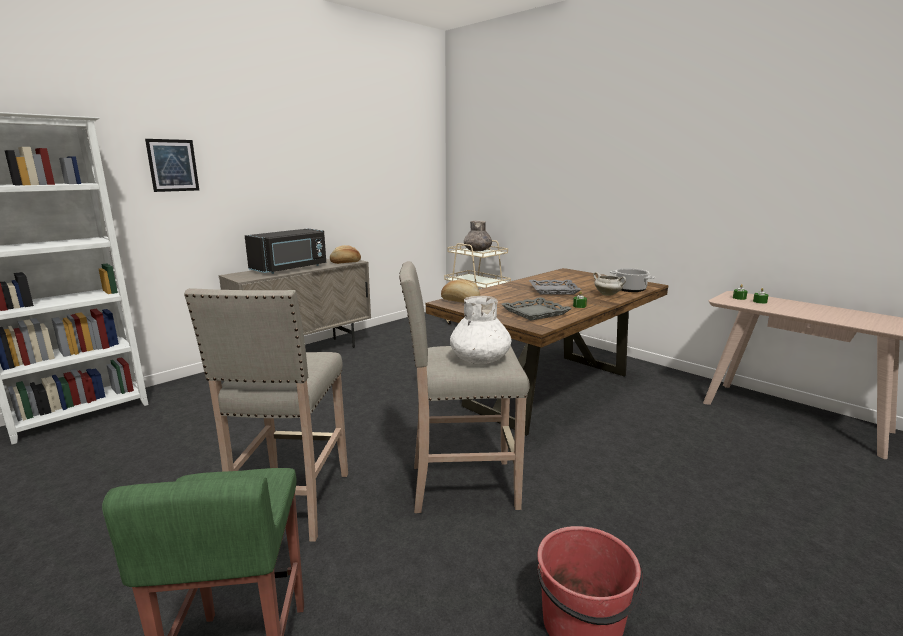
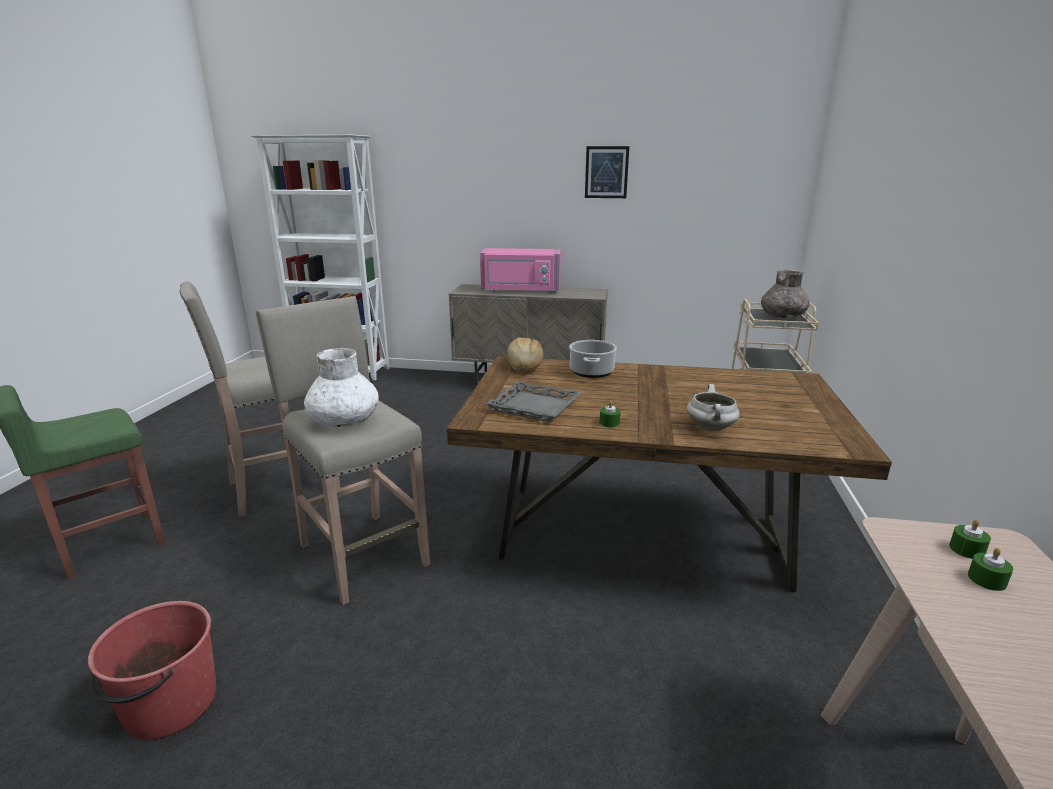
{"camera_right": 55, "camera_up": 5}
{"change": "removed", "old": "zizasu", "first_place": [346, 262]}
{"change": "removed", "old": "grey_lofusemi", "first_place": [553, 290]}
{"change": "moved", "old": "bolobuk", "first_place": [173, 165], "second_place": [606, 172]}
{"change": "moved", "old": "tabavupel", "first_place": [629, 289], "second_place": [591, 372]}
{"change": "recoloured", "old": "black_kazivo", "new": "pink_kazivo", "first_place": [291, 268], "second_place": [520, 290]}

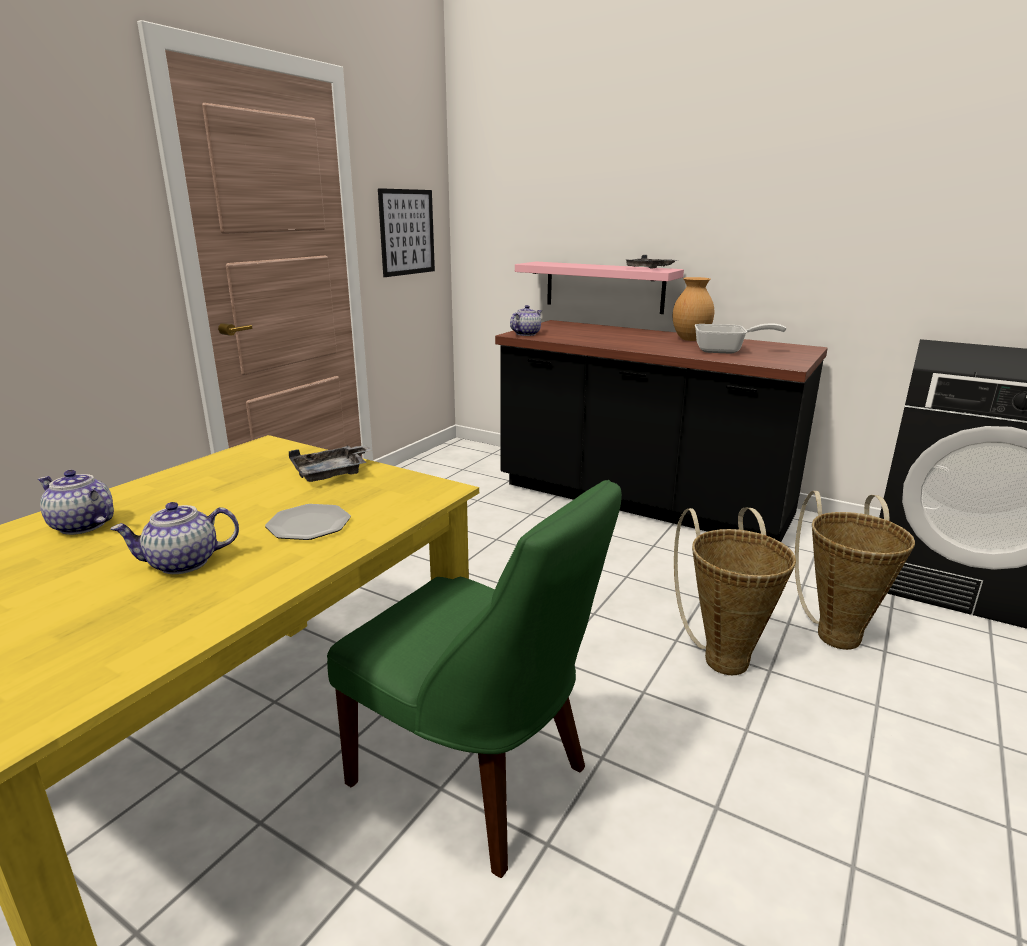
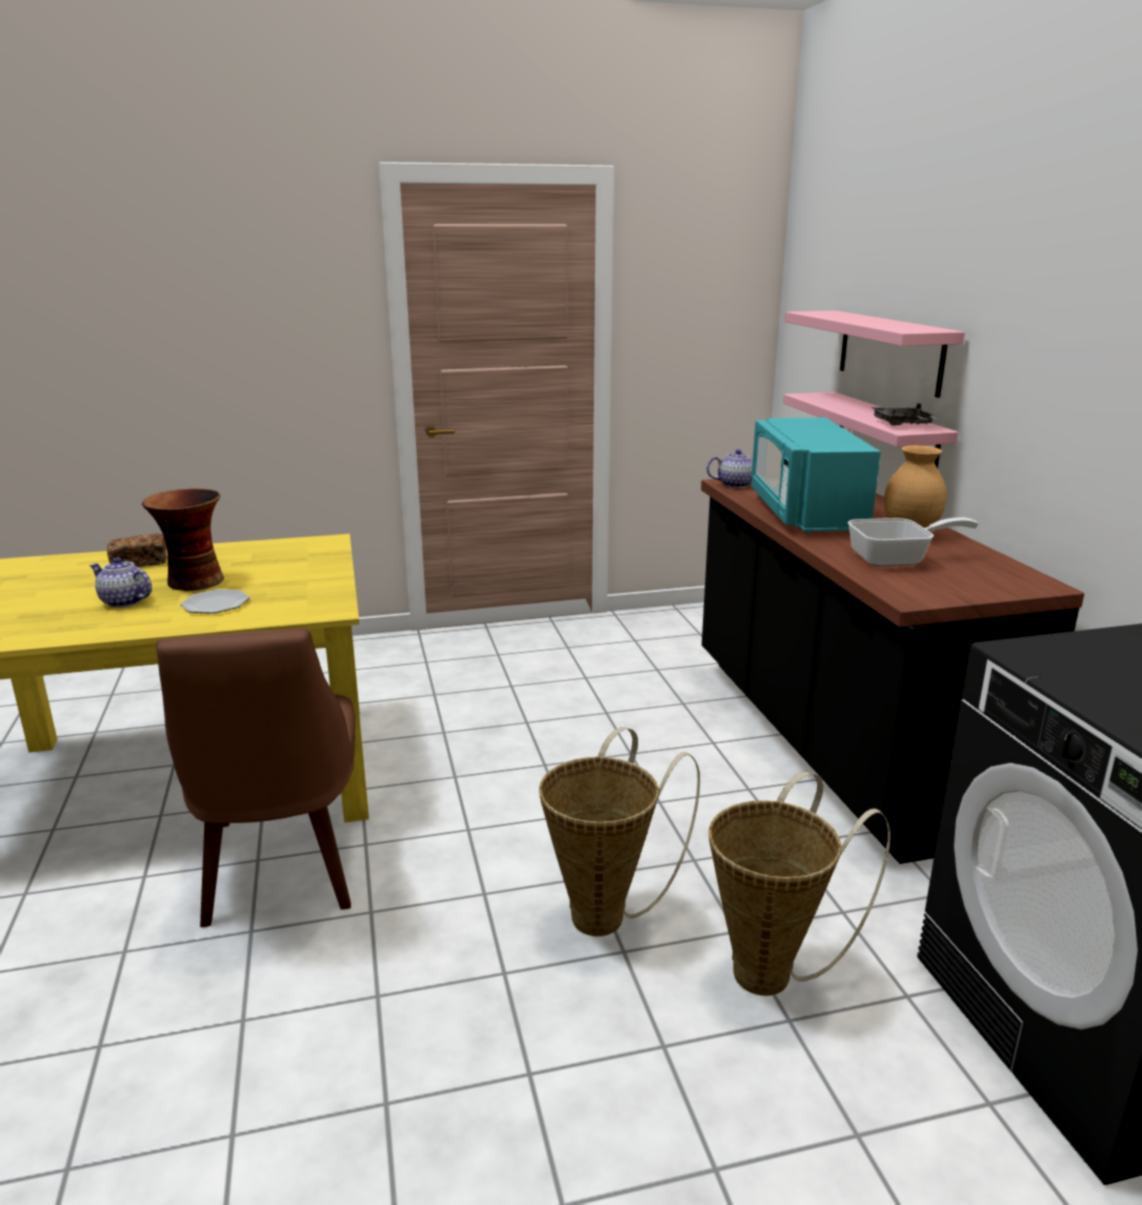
{"camera_right": 45, "camera_up": 0}
{"change": "removed", "old": "grey_lofusemi", "first_place": [332, 473]}
{"change": "removed", "old": "bolobuk", "first_place": [407, 232]}
{"change": "added", "new": "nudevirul", "second_place": [193, 582]}
{"change": "added", "new": "turquoise_kazivo", "second_place": [805, 513]}
{"change": "added", "new": "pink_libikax", "second_place": [890, 351]}
{"change": "replaced", "old": "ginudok", "new": "zizasu", "first_place": [81, 525], "second_place": [139, 563]}
{"change": "recoloured", "old": "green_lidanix", "new": "brown_lidanix", "first_place": [477, 779], "second_place": [282, 869]}
{"change": "turned", "old": "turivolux", "first_place": [725, 351], "second_place": [897, 559], "degrees": -60}

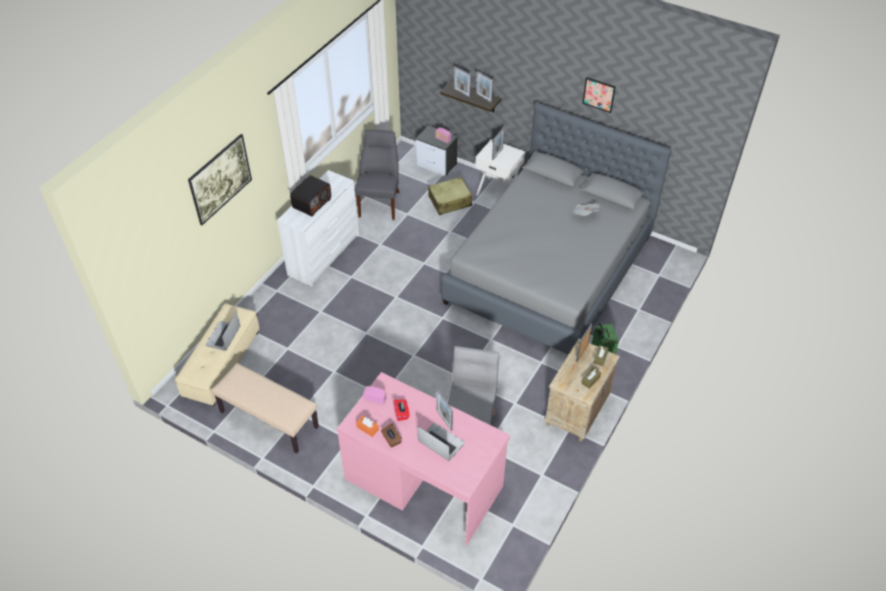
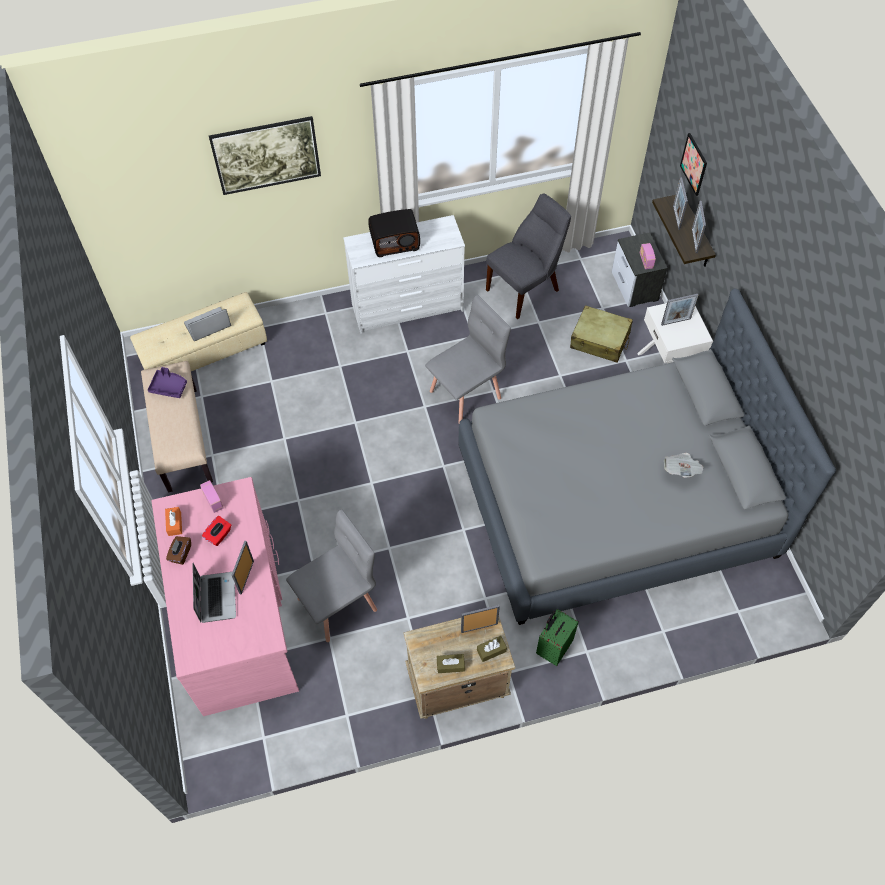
{"camera_right": 45, "camera_up": 10}
{"change": "added", "new": "purple_lofusemi", "second_place": [169, 387]}
{"change": "added", "new": "grey_lidanix", "second_place": [466, 394]}
{"change": "moved", "old": "bolobuk", "first_place": [599, 94], "second_place": [694, 164]}

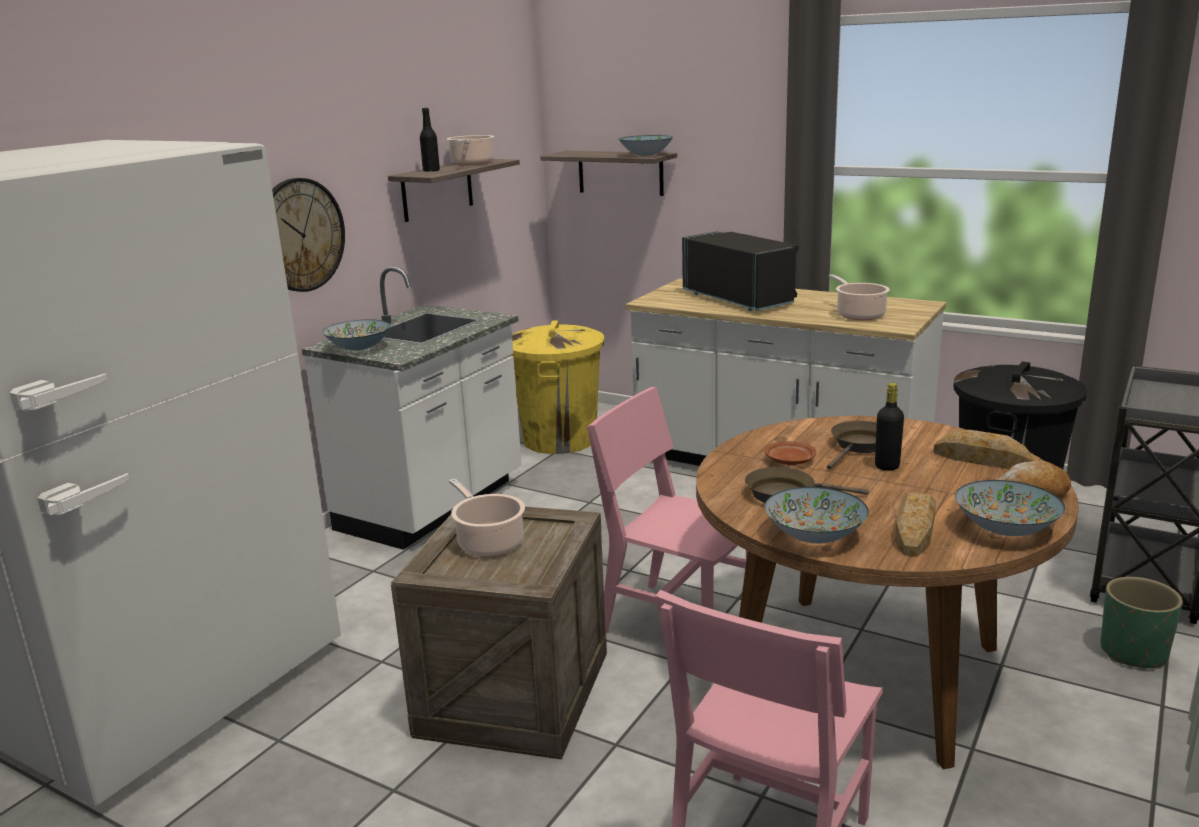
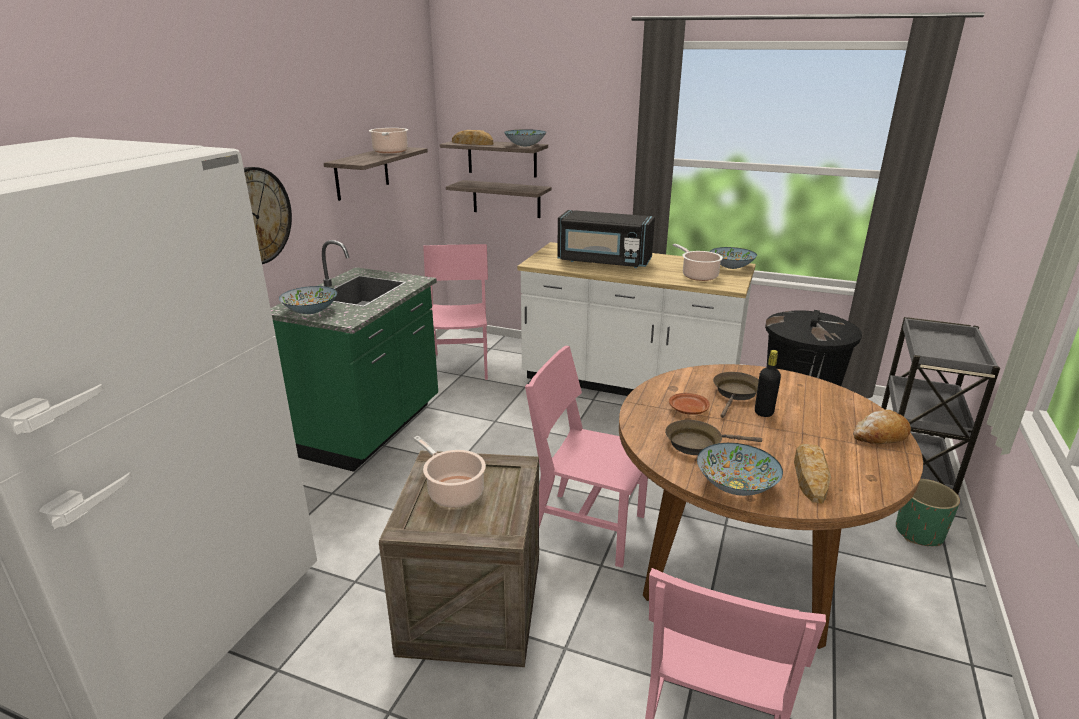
{"camera_right": -10, "camera_up": 5}
{"change": "removed", "old": "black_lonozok", "first_place": [431, 171]}
{"change": "added", "new": "libikax", "second_place": [506, 199]}
{"change": "moved", "old": "zizasu", "first_place": [981, 459], "second_place": [472, 143]}
{"change": "moved", "old": "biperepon", "first_place": [1005, 529], "second_place": [731, 267]}
{"change": "replaced", "old": "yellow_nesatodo", "new": "pink_lidanix", "first_place": [560, 439], "second_place": [460, 366]}
{"change": "recoloured", "old": "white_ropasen", "new": "green_ropasen", "first_place": [433, 506], "second_place": [371, 430]}
{"change": "turned", "old": "black_kazivo", "first_place": [739, 299], "second_place": [603, 261], "degrees": 150}

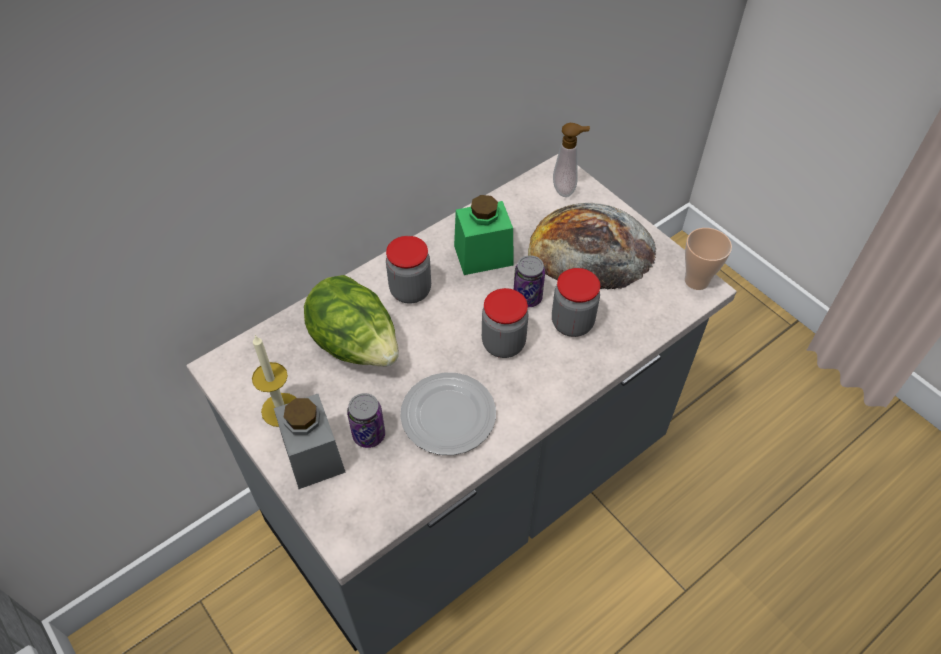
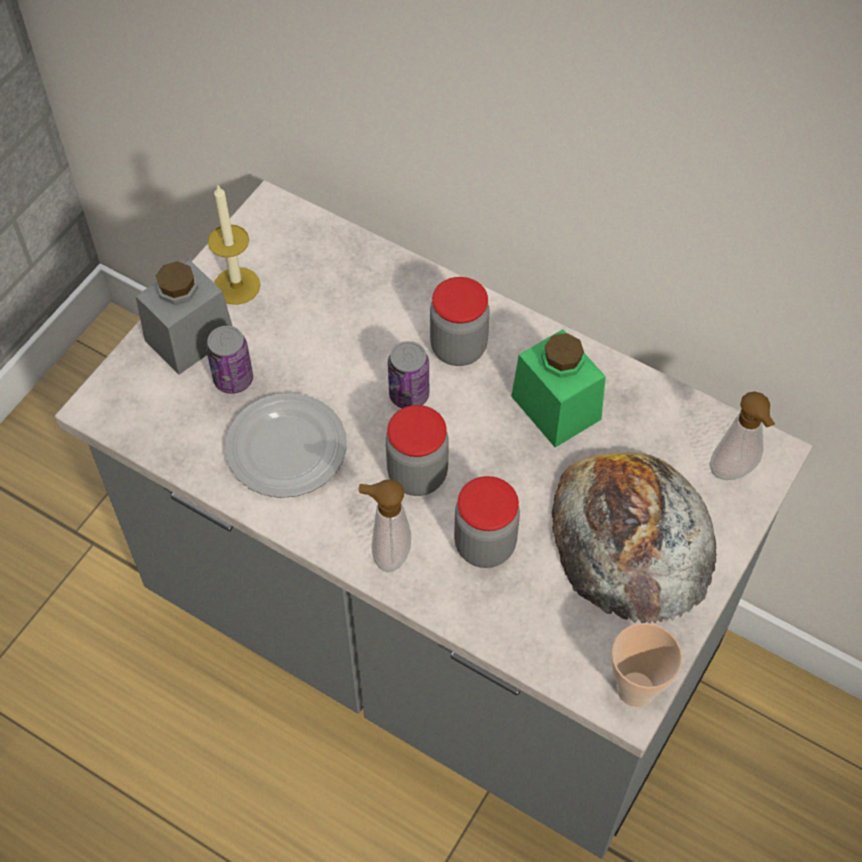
{"camera_right": 70, "camera_up": 5}
{"change": "removed", "old": "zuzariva", "first_place": [356, 345]}
{"change": "added", "new": "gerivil", "second_place": [387, 552]}
{"change": "moved", "old": "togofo", "first_place": [527, 297], "second_place": [409, 394]}

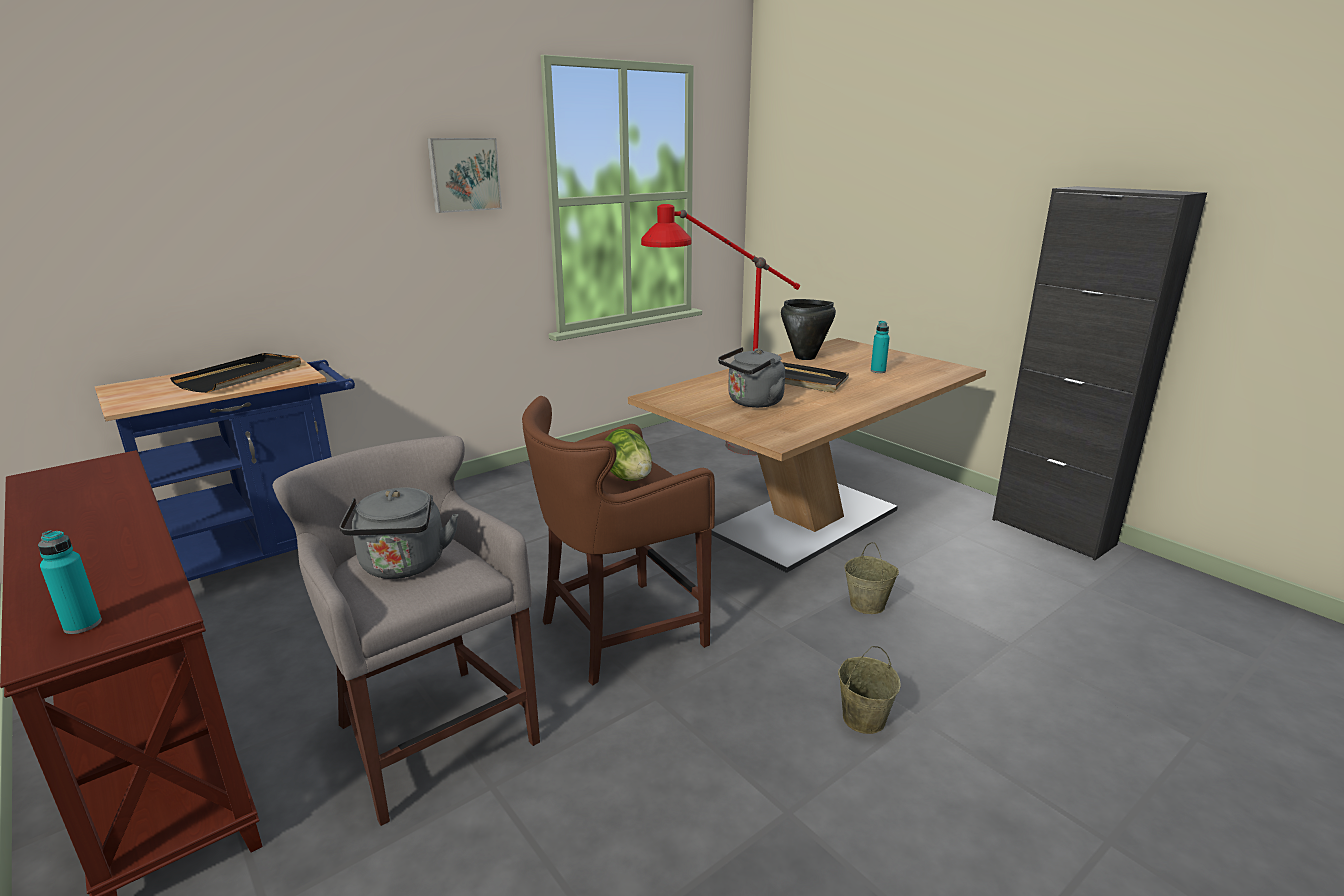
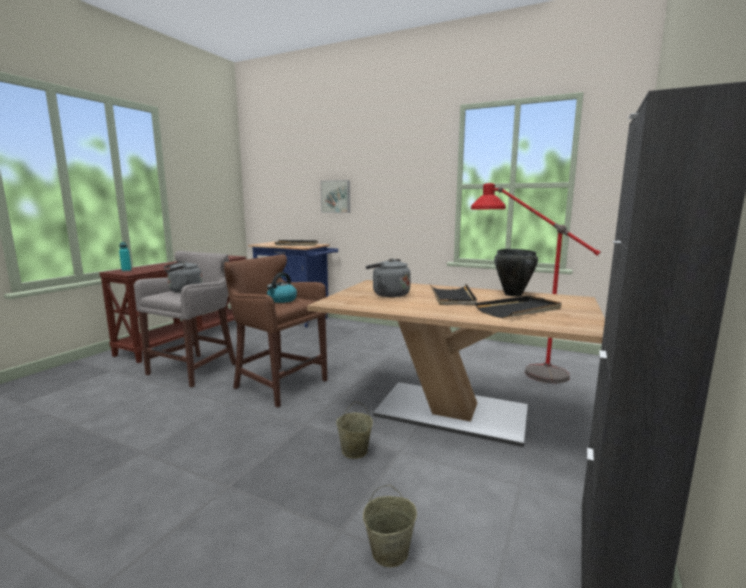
{"camera_right": 65, "camera_up": -10}
{"change": "moved", "old": "bolobuk", "first_place": [464, 174], "second_place": [336, 196]}
{"change": "moved", "old": "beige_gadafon", "first_place": [863, 718], "second_place": [390, 551]}
{"change": "replaced", "old": "zuzariva", "new": "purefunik", "first_place": [628, 477], "second_place": [282, 300]}
{"change": "replaced", "old": "turquoise_lonozok", "new": "black_lofusemi", "first_place": [878, 371], "second_place": [519, 310]}

